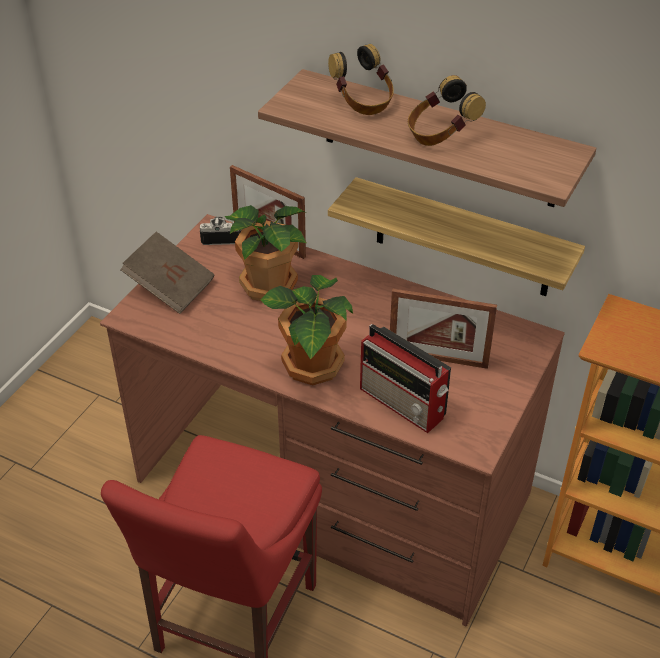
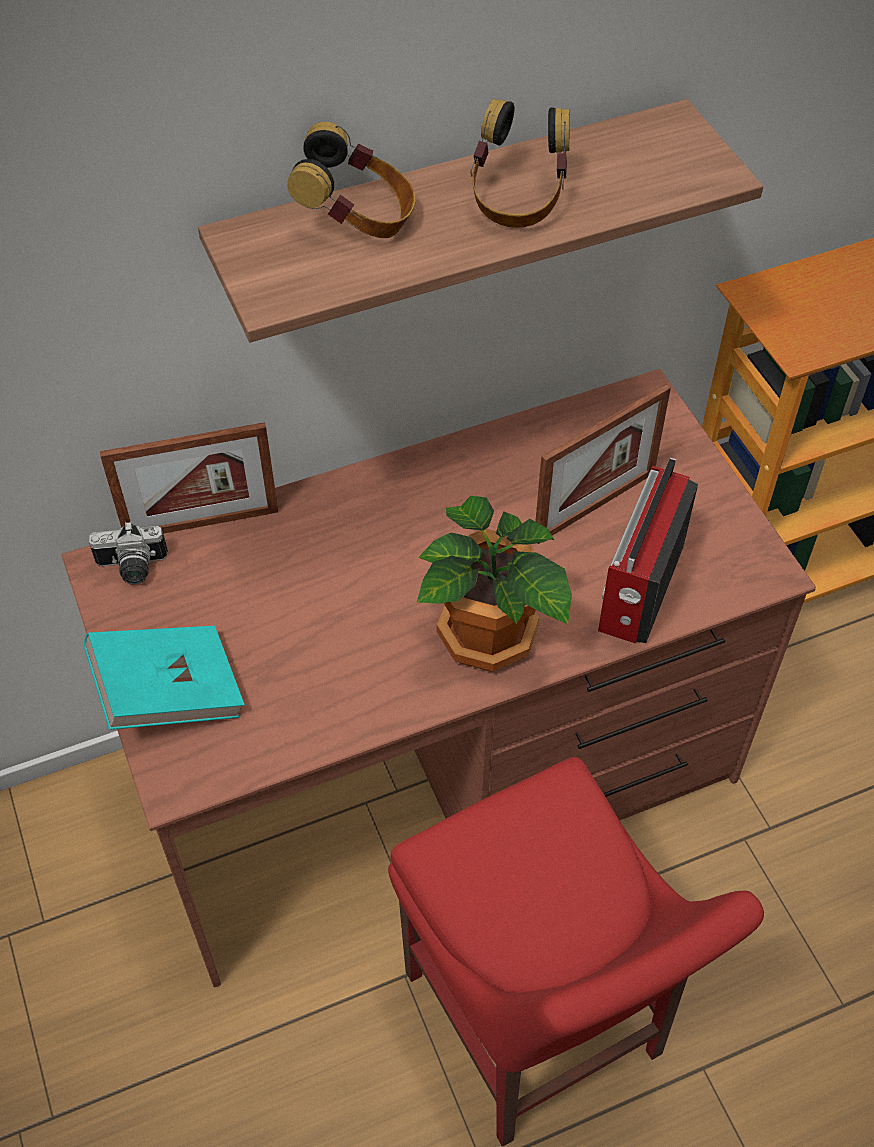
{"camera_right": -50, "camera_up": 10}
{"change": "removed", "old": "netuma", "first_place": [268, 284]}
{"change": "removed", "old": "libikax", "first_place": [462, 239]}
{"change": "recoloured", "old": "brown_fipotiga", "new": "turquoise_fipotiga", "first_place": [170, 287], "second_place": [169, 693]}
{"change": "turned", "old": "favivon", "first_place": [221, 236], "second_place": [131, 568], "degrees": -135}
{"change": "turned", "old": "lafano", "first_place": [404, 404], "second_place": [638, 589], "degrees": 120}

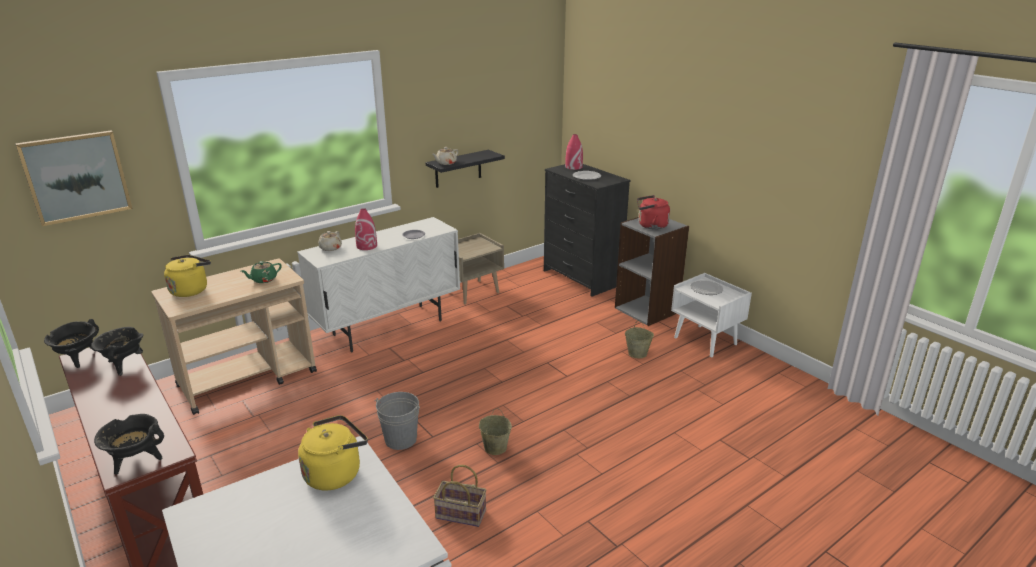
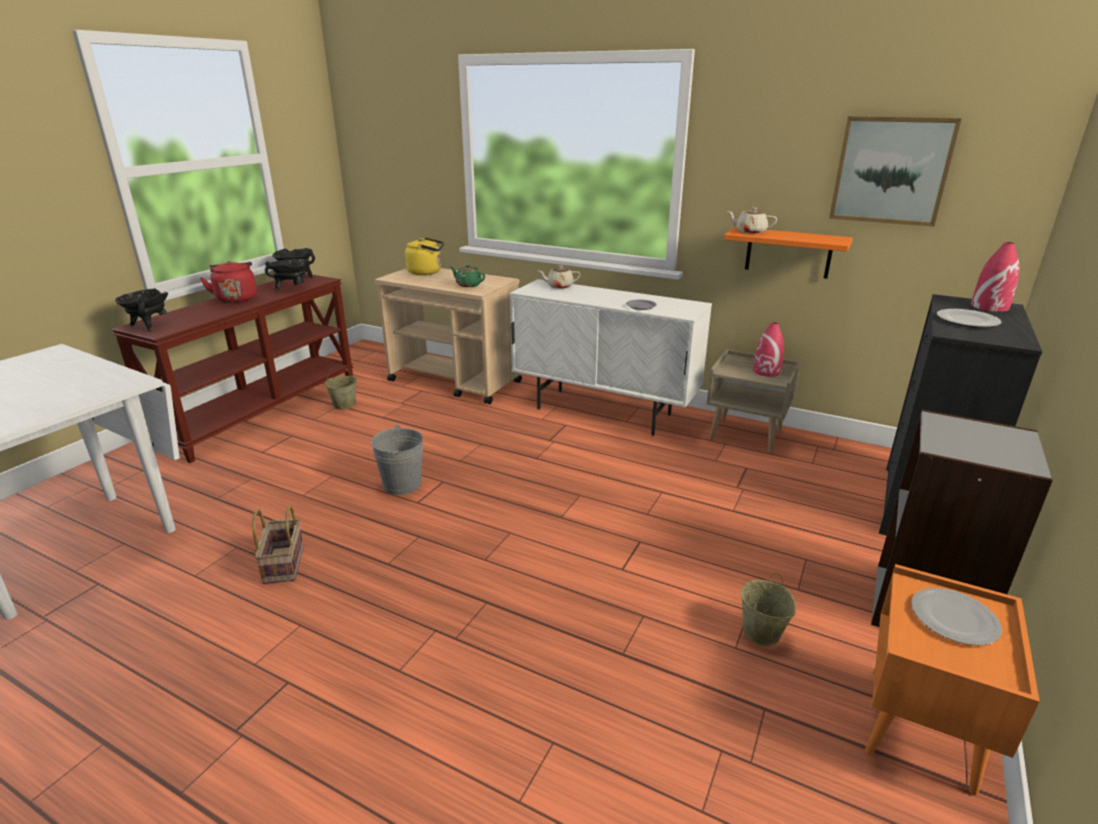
{"camera_right": 65, "camera_up": 0}
{"change": "removed", "old": "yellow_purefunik", "first_place": [335, 473]}
{"change": "moved", "old": "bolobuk", "first_place": [76, 177], "second_place": [891, 170]}
{"change": "moved", "old": "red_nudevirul", "first_place": [367, 246], "second_place": [766, 371]}
{"change": "moved", "old": "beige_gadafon", "first_place": [495, 447], "second_place": [344, 405]}
{"change": "moved", "old": "red_purefunik", "first_place": [650, 226], "second_place": [236, 298]}
{"change": "recoloured", "old": "black_libikax", "new": "orange_libikax", "first_place": [458, 169], "second_place": [788, 252]}
{"change": "recoloured", "old": "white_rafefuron", "new": "orange_rafefuron", "first_place": [706, 341], "second_place": [921, 730]}

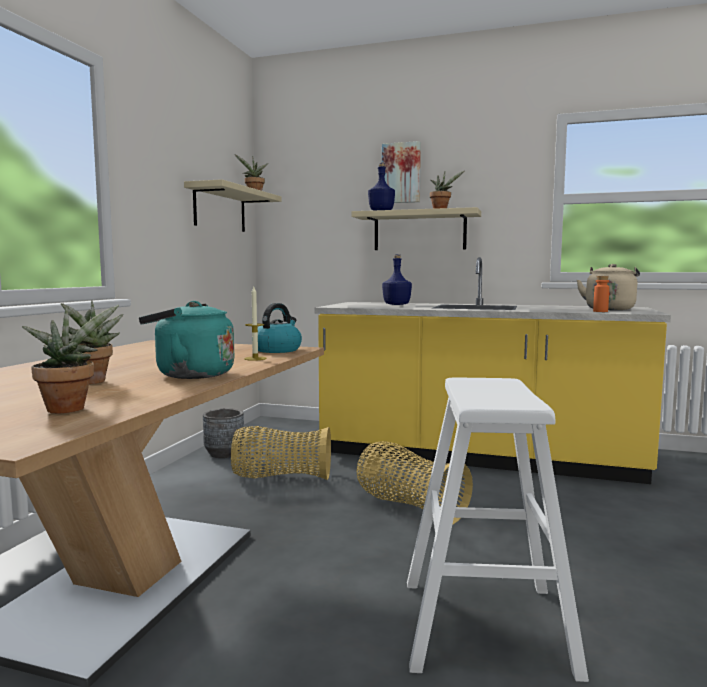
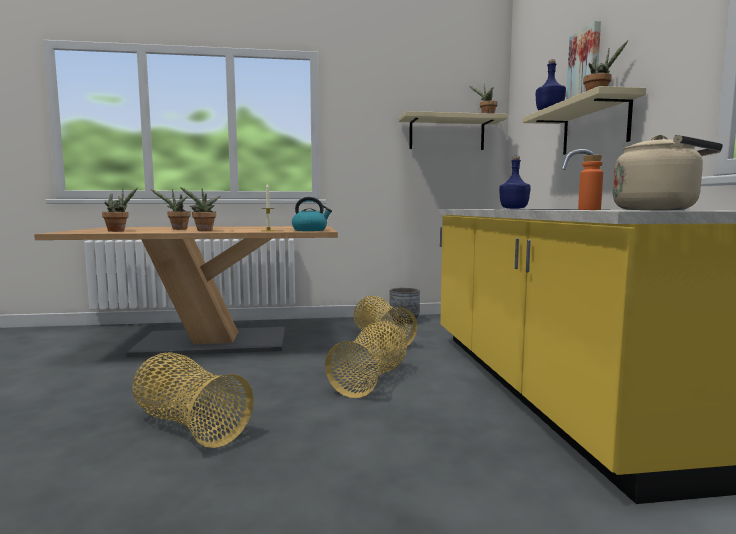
{"camera_right": 65, "camera_up": 0}
{"change": "replaced", "old": "turquoise_purefunik", "new": "netuma", "first_place": [190, 375], "second_place": [204, 231]}
{"change": "replaced", "old": "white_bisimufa", "new": "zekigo", "first_place": [484, 625], "second_place": [189, 425]}

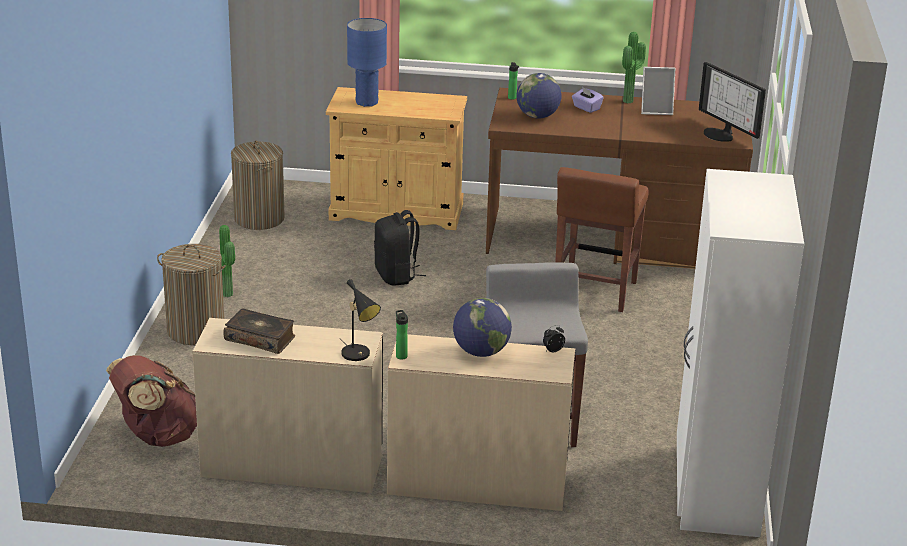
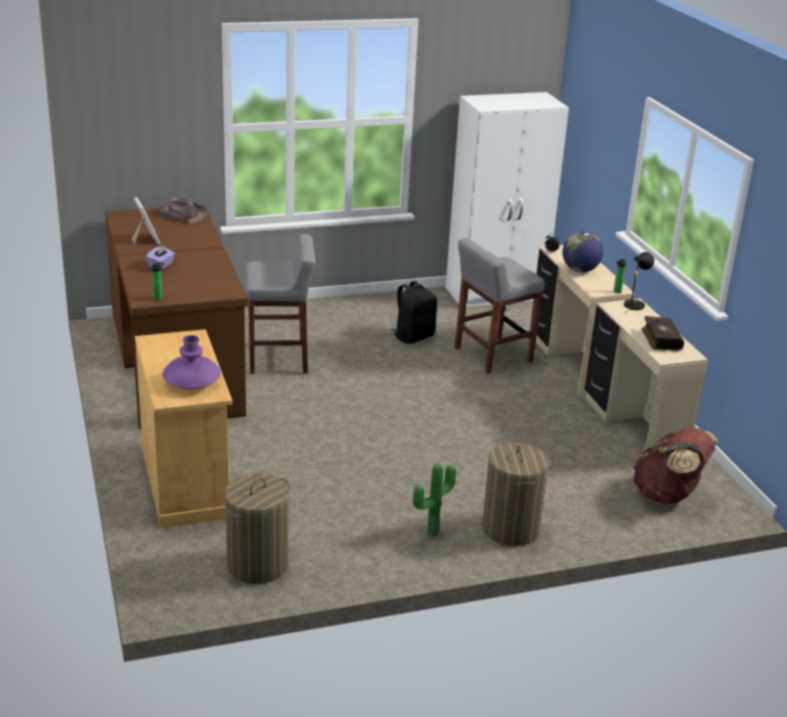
{"camera_right": -115, "camera_up": 0}
{"change": "removed", "old": "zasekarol", "first_place": [537, 116]}
{"change": "removed", "old": "netuma", "first_place": [630, 101]}
{"change": "moved", "old": "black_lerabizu", "first_place": [396, 276], "second_place": [413, 336]}
{"change": "replaced", "old": "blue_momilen", "new": "purple_nudevirul", "first_place": [366, 102], "second_place": [192, 382]}
{"change": "replaced", "old": "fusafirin", "new": "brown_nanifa", "first_place": [721, 134], "second_place": [182, 215]}
{"change": "recoloured", "old": "brown_bisimufa", "new": "grey_bisimufa", "first_place": [594, 292], "second_place": [279, 359]}

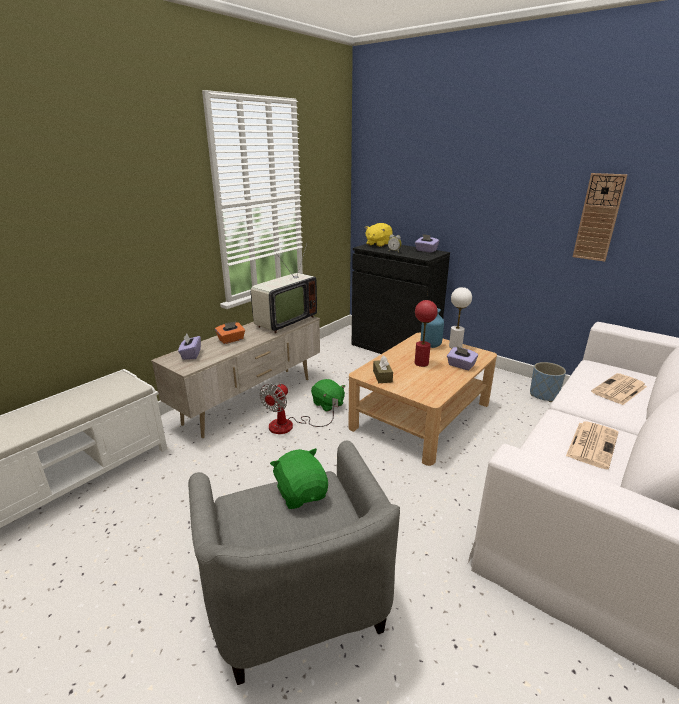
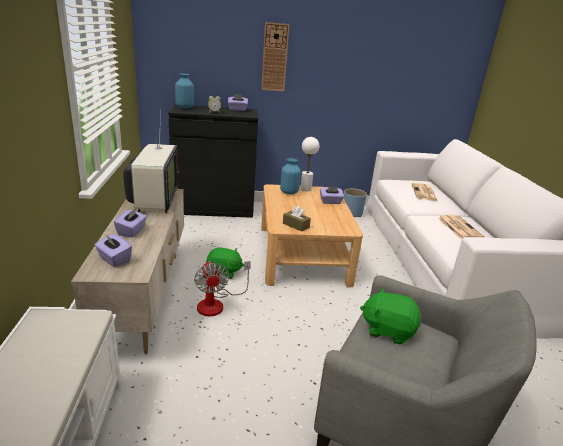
{"camera_right": -45, "camera_up": 0}
{"change": "removed", "old": "red_momilen", "first_place": [421, 363]}
{"change": "moved", "old": "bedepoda", "first_place": [598, 217], "second_place": [274, 57]}
{"change": "replaced", "old": "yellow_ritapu", "new": "blue_nudevirul", "first_place": [378, 244], "second_place": [185, 107]}
{"change": "recoloured", "old": "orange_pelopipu", "new": "purple_pelopipu", "first_place": [231, 340], "second_place": [132, 231]}

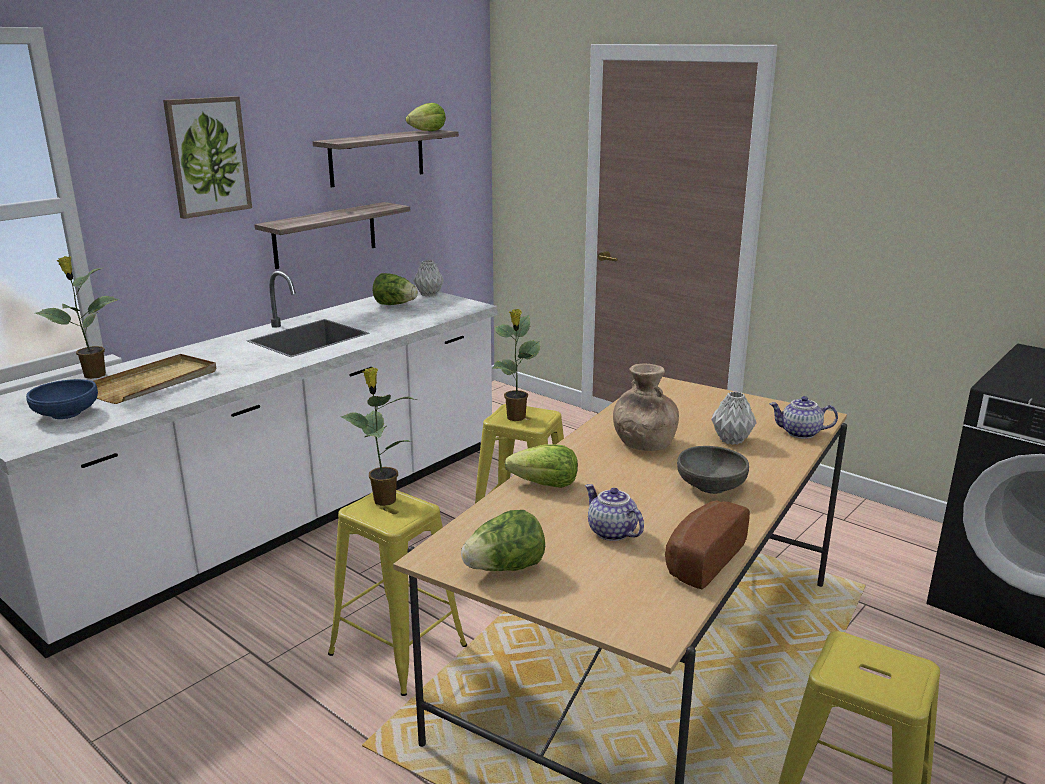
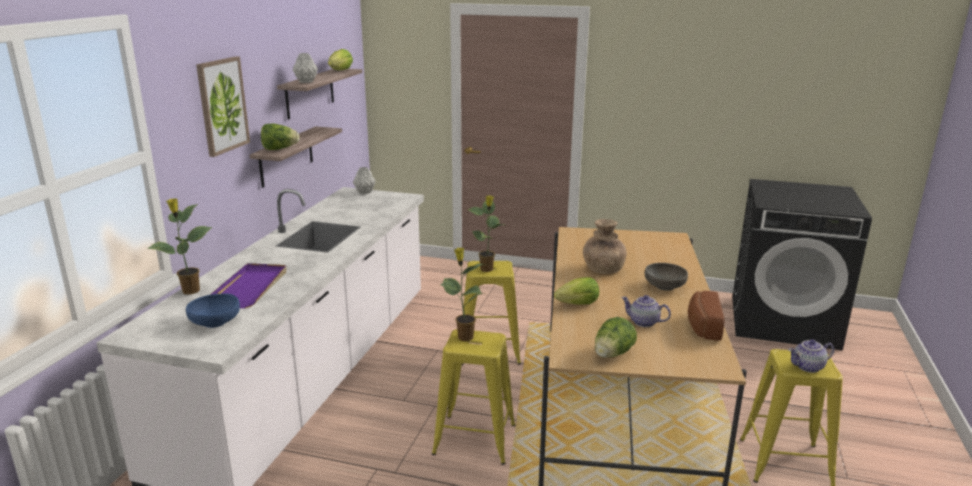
{"camera_right": -25, "camera_up": 0}
{"change": "moved", "old": "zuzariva", "first_place": [395, 305], "second_place": [279, 149]}
{"change": "moved", "old": "grey_nudevirul", "first_place": [731, 440], "second_place": [306, 82]}
{"change": "moved", "old": "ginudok", "first_place": [800, 433], "second_place": [808, 367]}
{"change": "recoloured", "old": "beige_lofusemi", "new": "purple_lofusemi", "first_place": [154, 383], "second_place": [250, 288]}

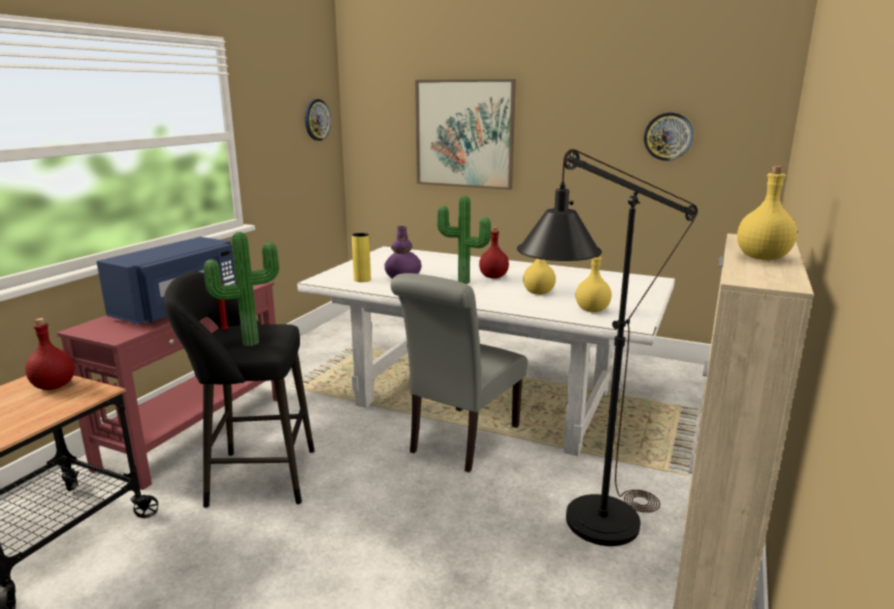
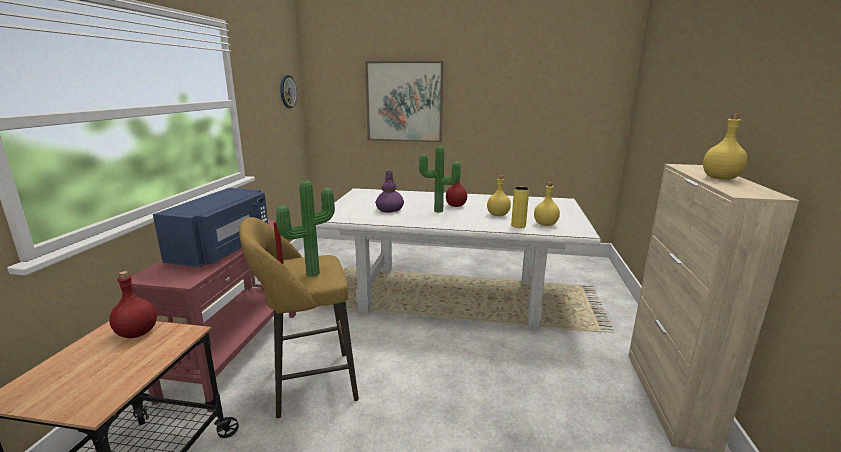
{"camera_right": -15, "camera_up": 0}
{"change": "removed", "old": "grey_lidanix", "first_place": [460, 442]}
{"change": "removed", "old": "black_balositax", "first_place": [586, 529]}
{"change": "removed", "old": "bedepoda", "first_place": [668, 136]}
{"change": "moved", "old": "yellow_nudevirul", "first_place": [362, 280], "second_place": [518, 226]}
{"change": "recoloured", "old": "black_bisimufa", "new": "yellow_bisimufa", "first_place": [255, 477], "second_place": [308, 384]}

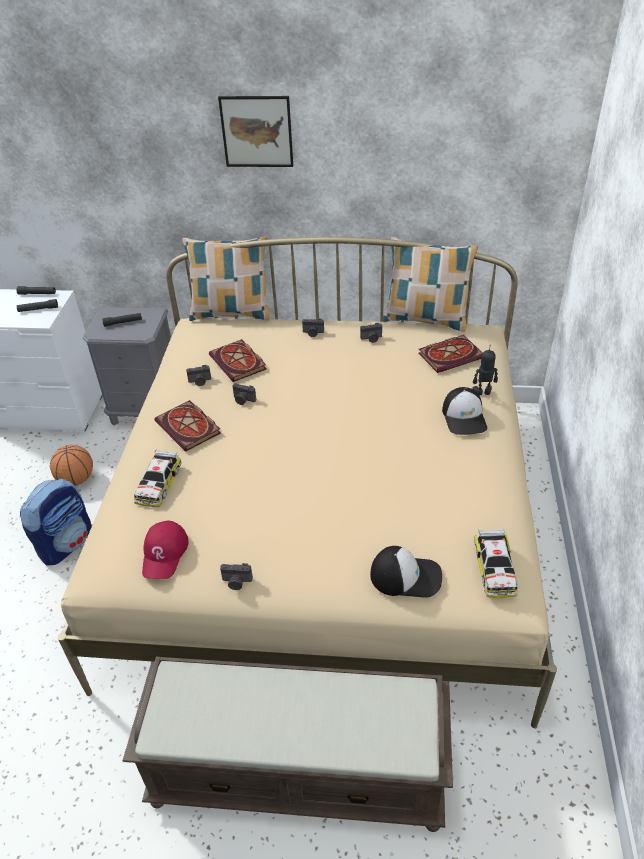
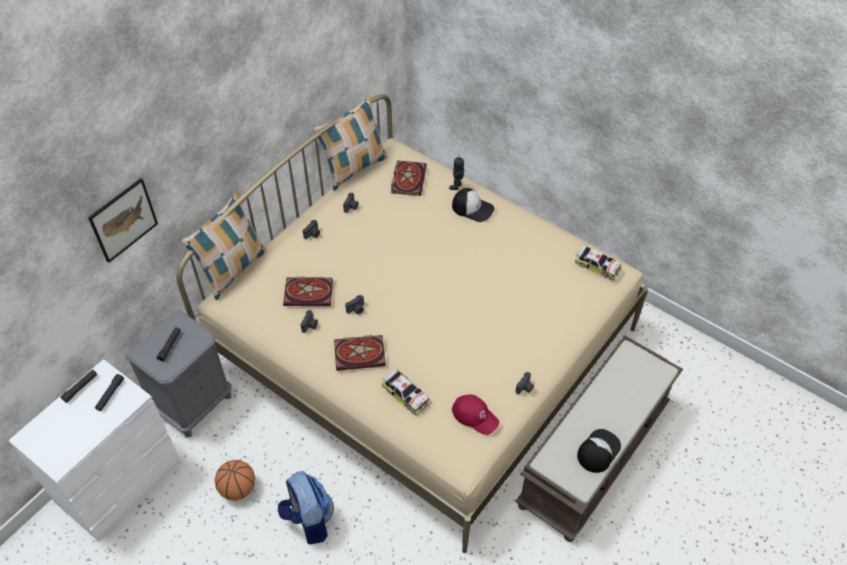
{"camera_right": -60, "camera_up": 10}
{"change": "moved", "old": "bolobuk", "first_place": [257, 131], "second_place": [123, 220]}
{"change": "moved", "old": "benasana", "first_place": [406, 576], "second_place": [598, 451]}

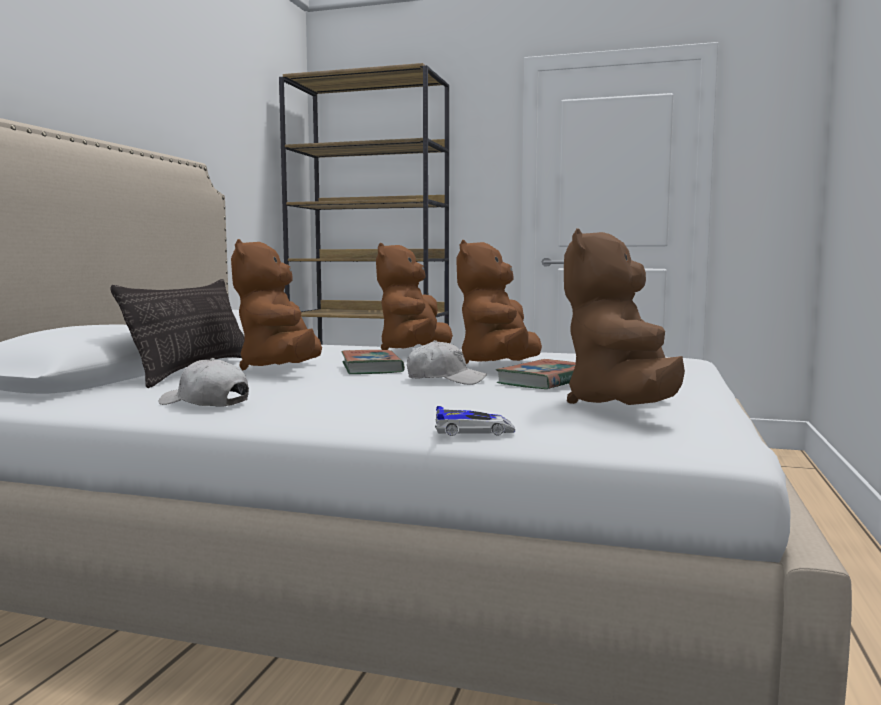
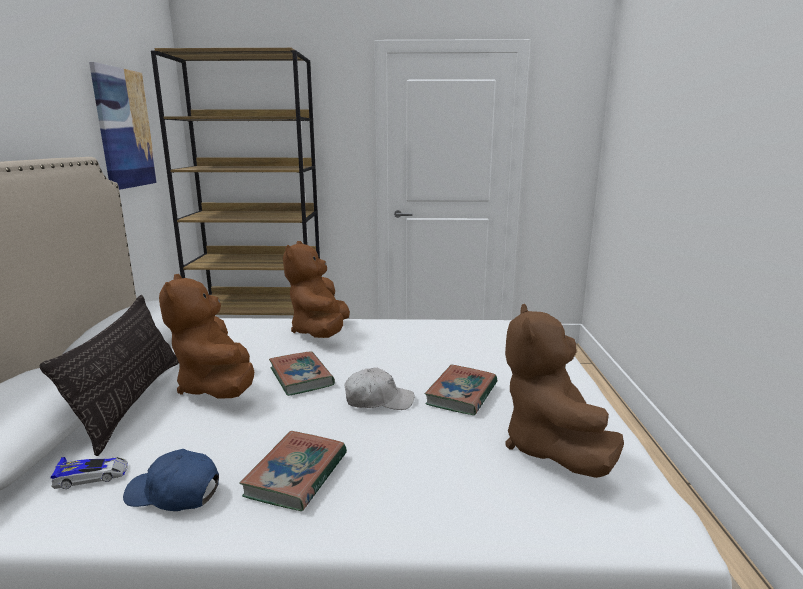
{"camera_right": -15, "camera_up": 10}
{"change": "removed", "old": "brown_ritapu", "first_place": [499, 366]}
{"change": "added", "new": "bolobuk", "second_place": [124, 128]}
{"change": "added", "new": "fipotiga", "second_place": [296, 475]}
{"change": "moved", "old": "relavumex", "first_place": [474, 431], "second_place": [92, 476]}
{"change": "recoloured", "old": "white_benasana", "new": "blue_benasana", "first_place": [205, 403], "second_place": [174, 493]}

